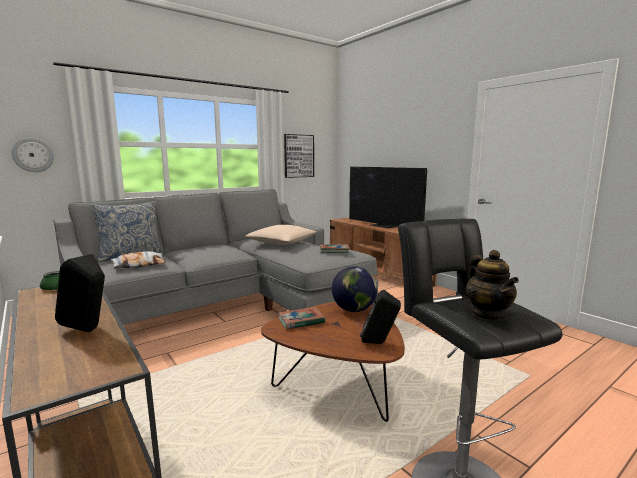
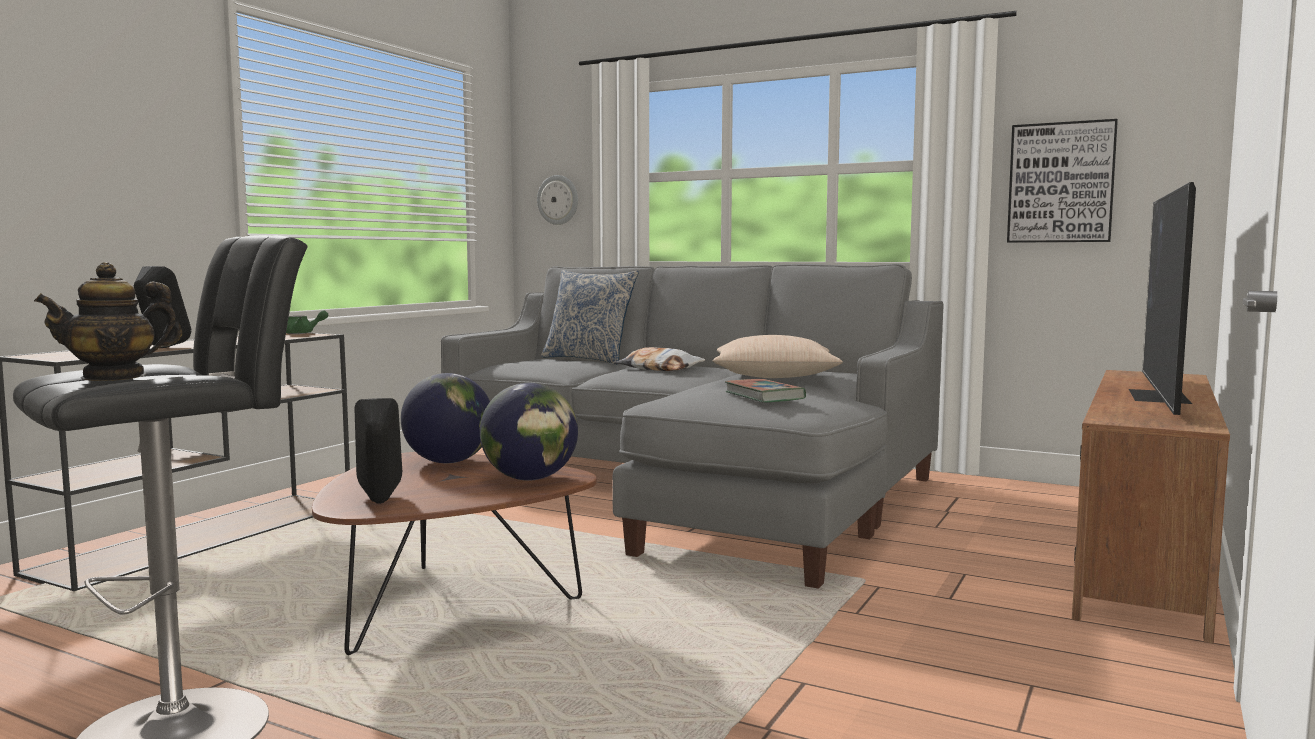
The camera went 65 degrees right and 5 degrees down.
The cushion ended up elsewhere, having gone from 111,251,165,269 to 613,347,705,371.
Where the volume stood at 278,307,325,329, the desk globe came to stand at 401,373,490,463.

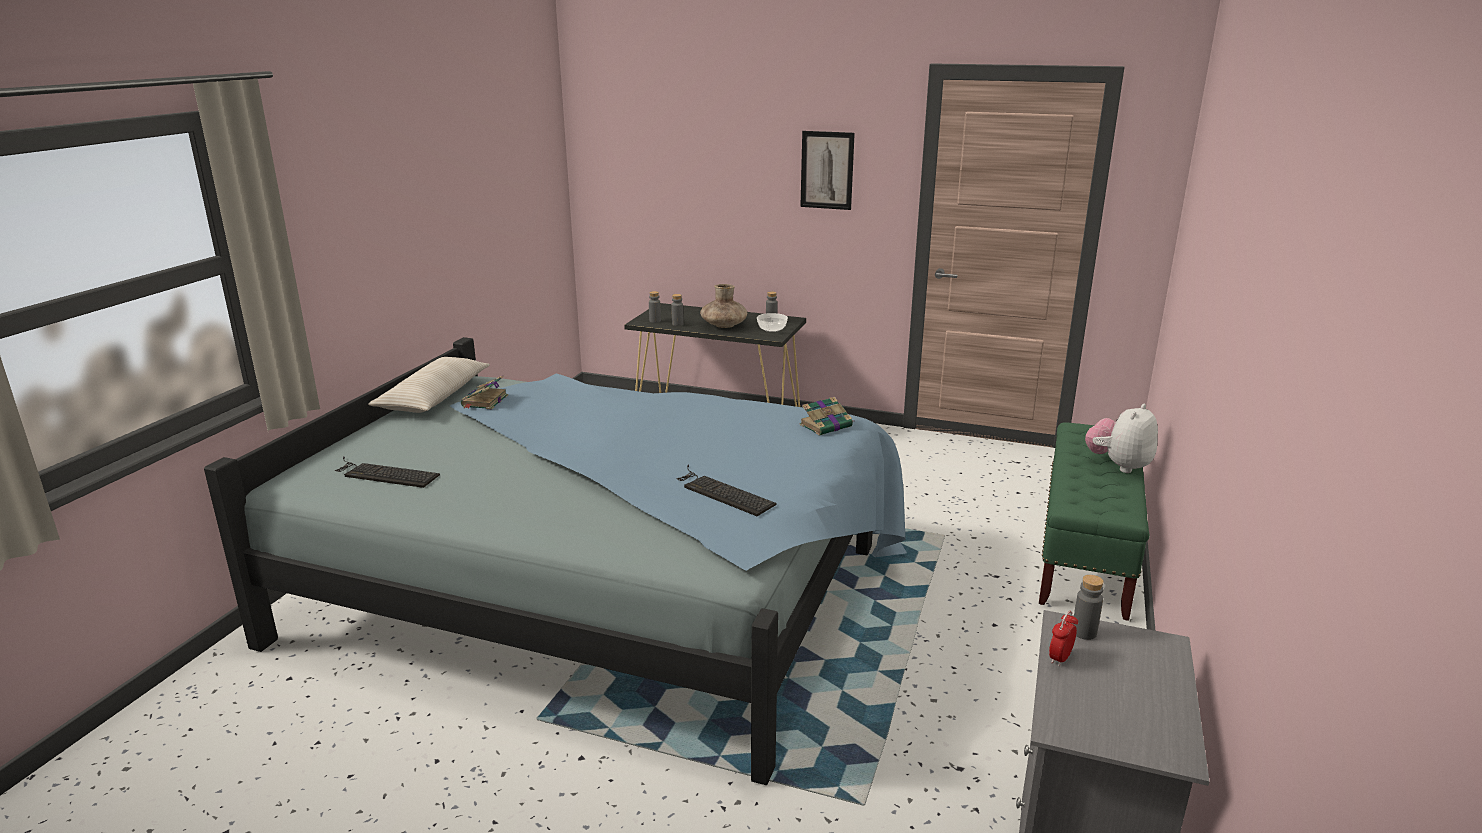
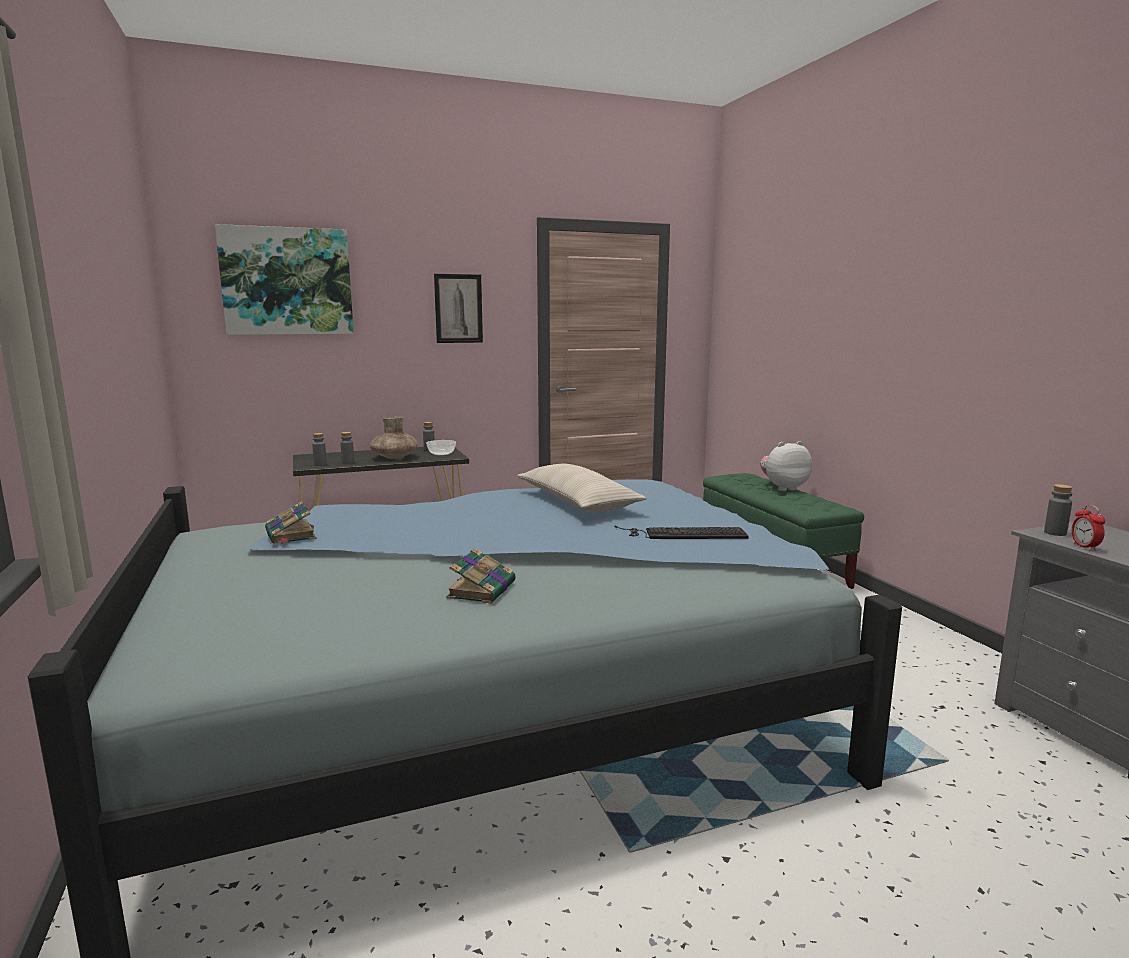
The camera went 40 degrees left and 10 degrees down.
The second view lost the keyboard at 335,456,440,488.
The cushion in beige ended up elsewhere, having gone from 368,357,490,413 to 517,464,647,512.
The volume ended up elsewhere, having gone from 800,397,853,436 to 446,548,516,604.
The soft toy at 1085,404,1158,473 ended up facing another way, 75 degrees clockwise from before.
The second view gained the wall picture at 215,224,354,335.

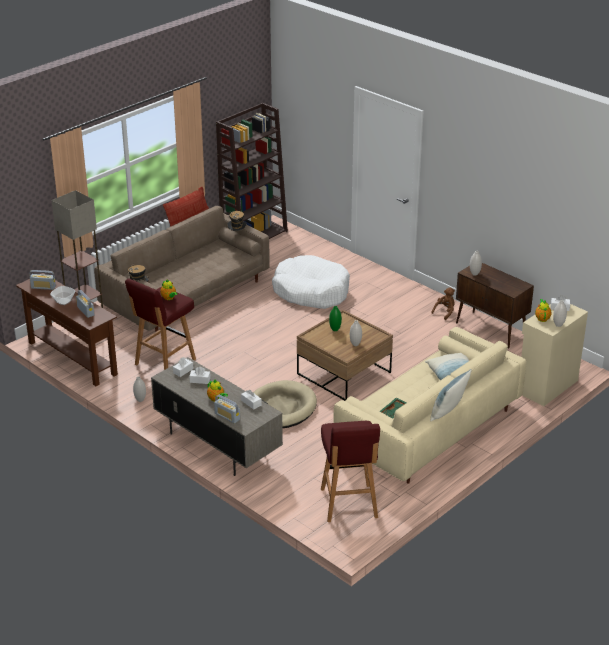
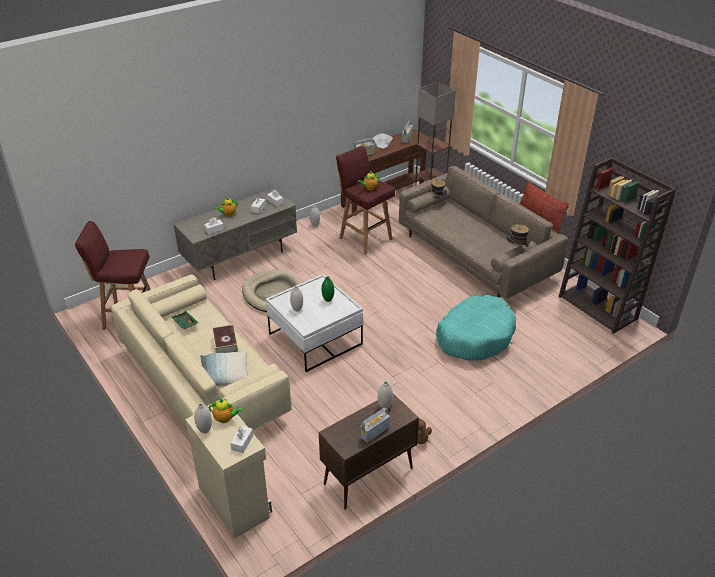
The camera went 100 degrees right and 5 degrees up.
The radio set ended up elsewhere, having gone from 214,395,240,424 to 360,408,390,443.
What was the pet bed in white at 272,255,350,309 turned into the pet bed in blue-green at 436,295,516,361.
What was the lounge table in brown-coloured at 297,310,393,401 turned into the lounge table in white at 266,274,363,372.
The second view lost the cushion at 430,369,472,421.
The second view gained the volume at 212,324,238,353.

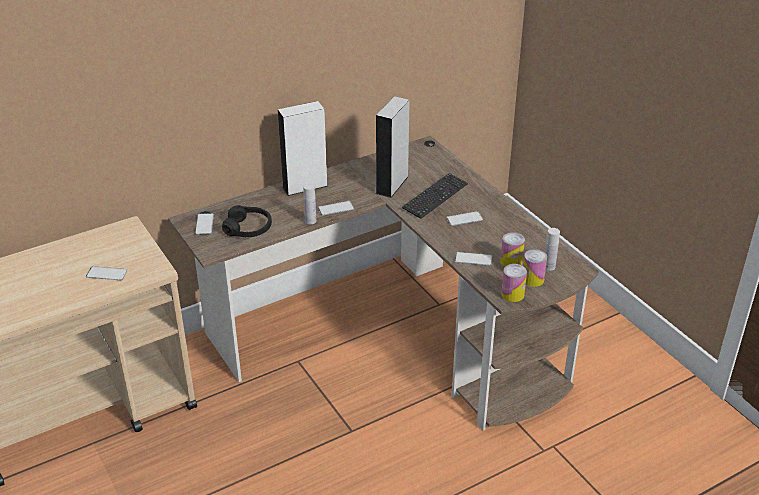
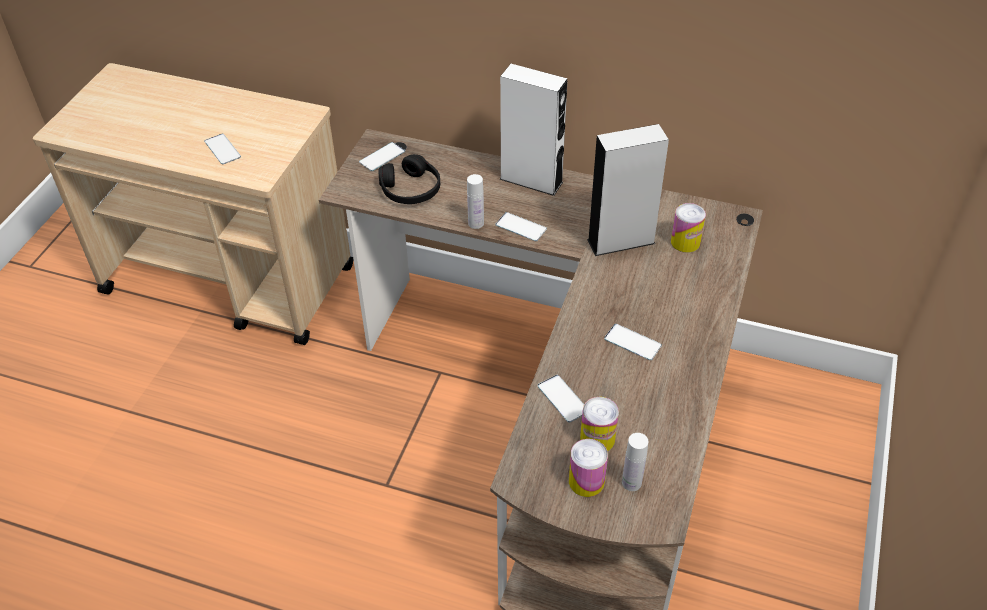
The camera went 50 degrees right and 10 degrees up.
The second view lost the keyboard at 402,173,468,219.
The can ended up elsewhere, having gone from 501,264,527,302 to 671,203,706,253.

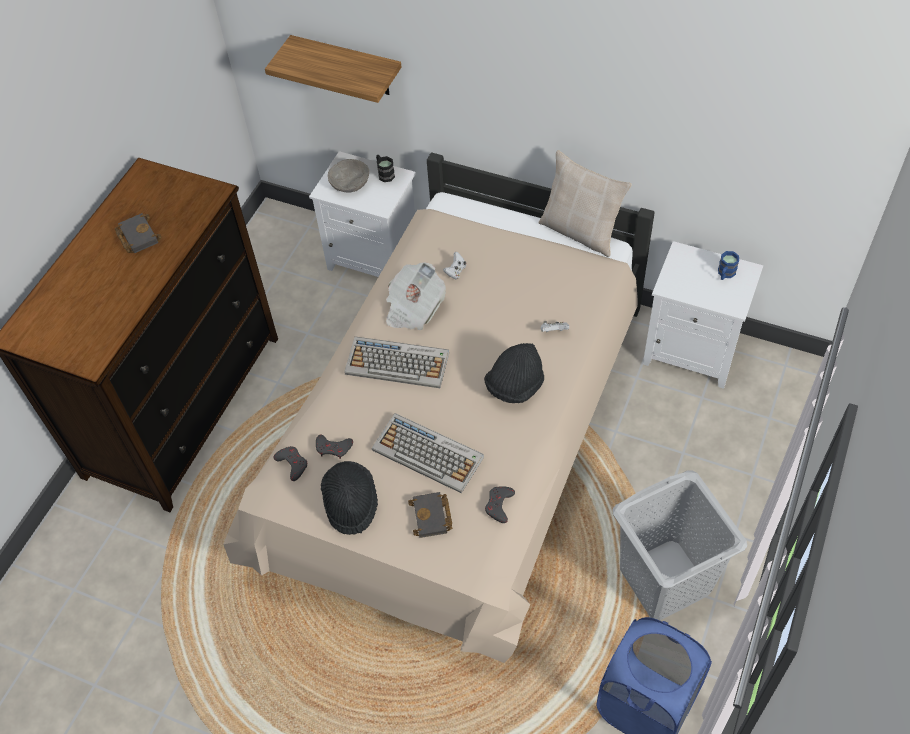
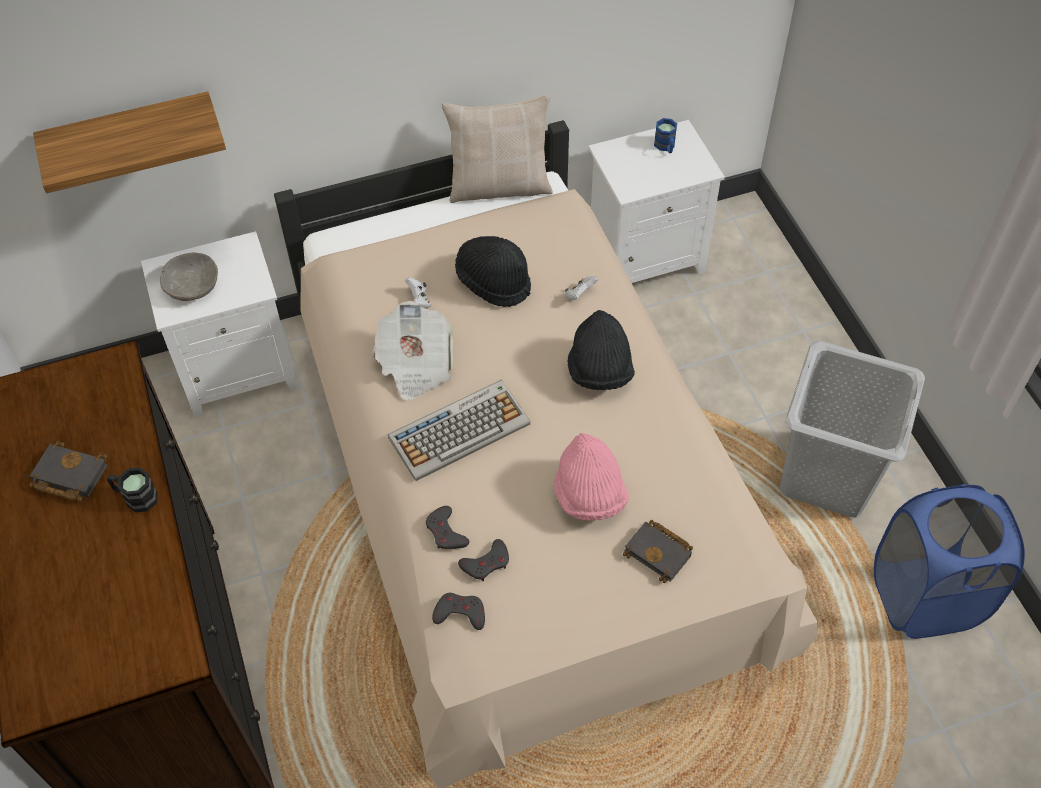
The camera went 45 degrees left and 0 degrees up.
The hat in blackish ended up elsewhere, having gone from 321,461,378,535 to 455,236,531,307.
Where the keyboard stood at 372,413,484,493, the hat in pinkish came to stand at 554,433,629,521.
The coffee mug in blackish ended up elsewhere, having gone from 376,155,395,182 to 107,467,158,513.
The joypad in grey ended up elsewhere, having gone from 485,486,515,523 to 426,506,469,549.

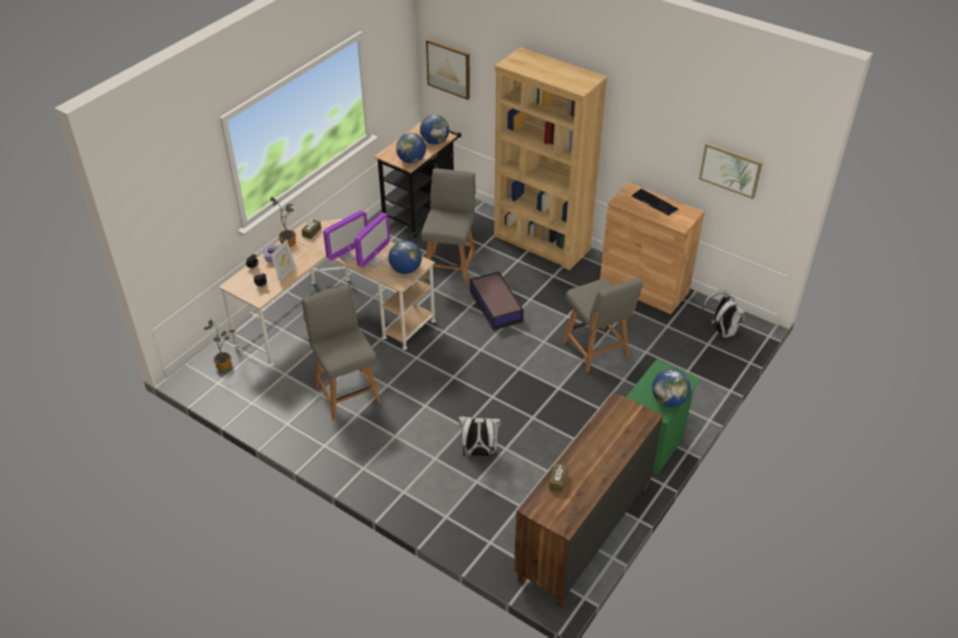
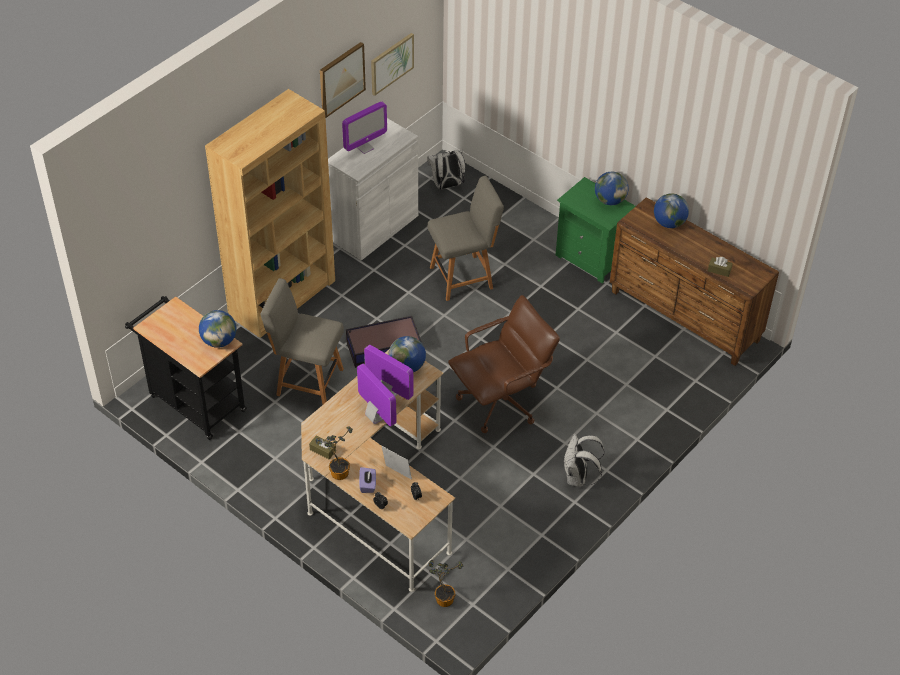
The camera went 85 degrees left and 5 degrees up.
The second view lost the plain chair in grey at 302,284,381,420.
The desk globe ended up elsewhere, having gone from 420,115,449,145 to 654,193,689,228.
The wall picture ended up elsewhere, having gone from 426,39,470,100 to 320,42,366,118.
The knapsack in white ended up elsewhere, having gone from 459,416,501,457 to 564,434,605,487.
What was the cupboard in brown-coloured at 600,183,704,314 turned into the cupboard in white at 328,118,418,261.
Where the keyboard stood at 632,189,678,216, the computer screen came to stand at 342,101,387,154.
The second view gained the desk chair in brown-coloured at 448,295,560,433.

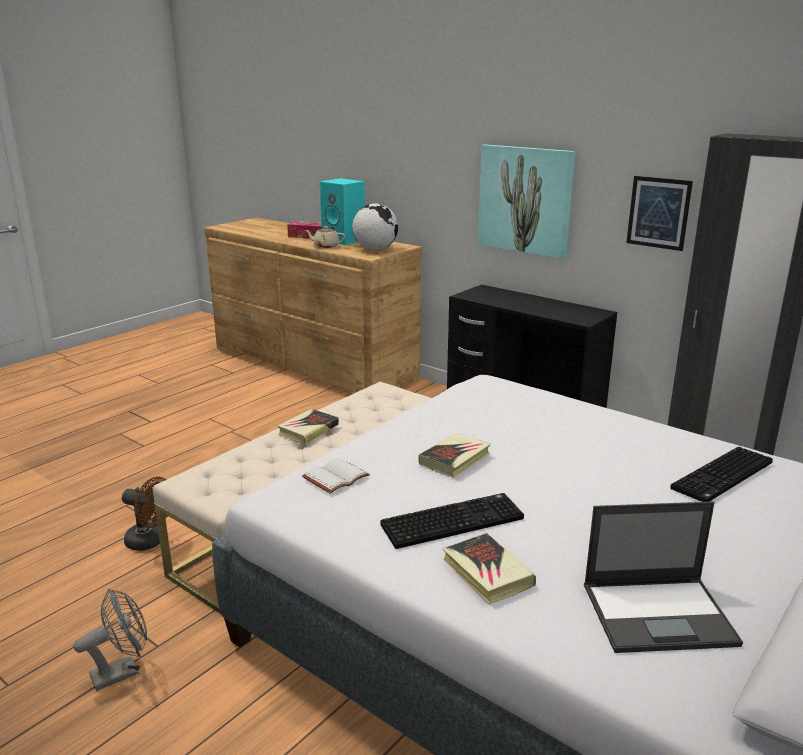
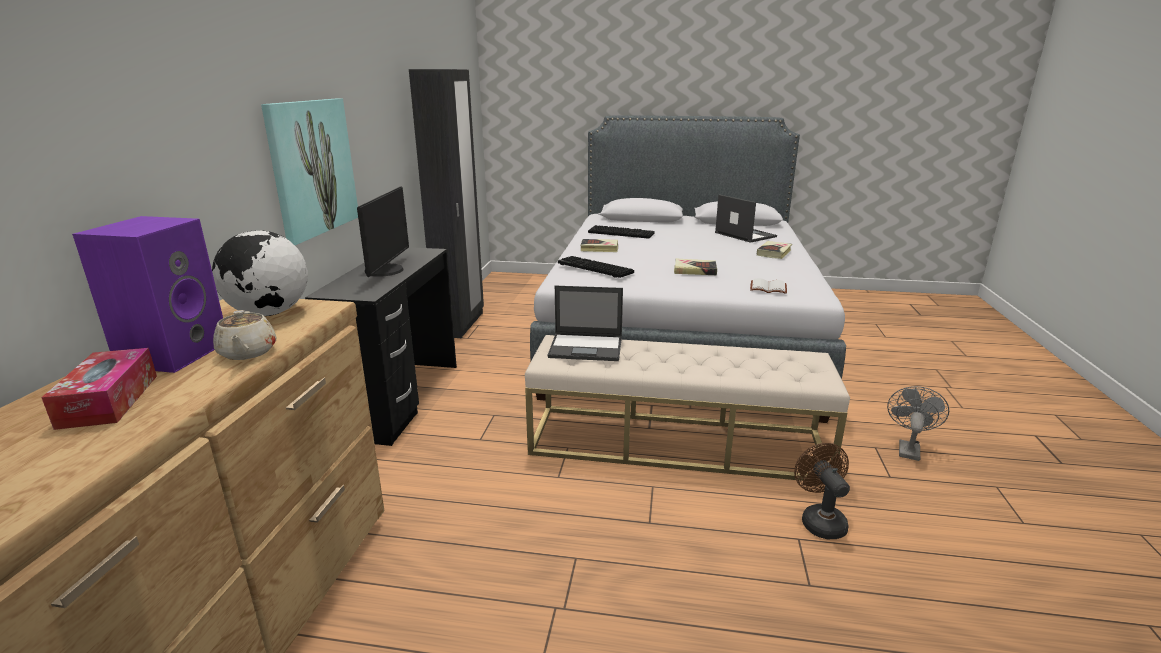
The camera went 120 degrees left and 0 degrees up.
The cooling fan in grey at 73,589,147,691 ended up facing another way, 90 degrees clockwise from before.
The volume ended up elsewhere, having gone from 278,409,339,444 to 581,239,618,252.
What was the speaker in blue-green at 319,178,365,245 turned into the speaker in purplish at 72,216,223,373.
The keyboard ended up elsewhere, having gone from 380,493,524,549 to 558,256,634,278.
The second view lost the wall picture at 626,176,693,251.
The second view gained the computer screen at 357,186,409,277.
The second view gained the notebook computer at 548,286,623,361.

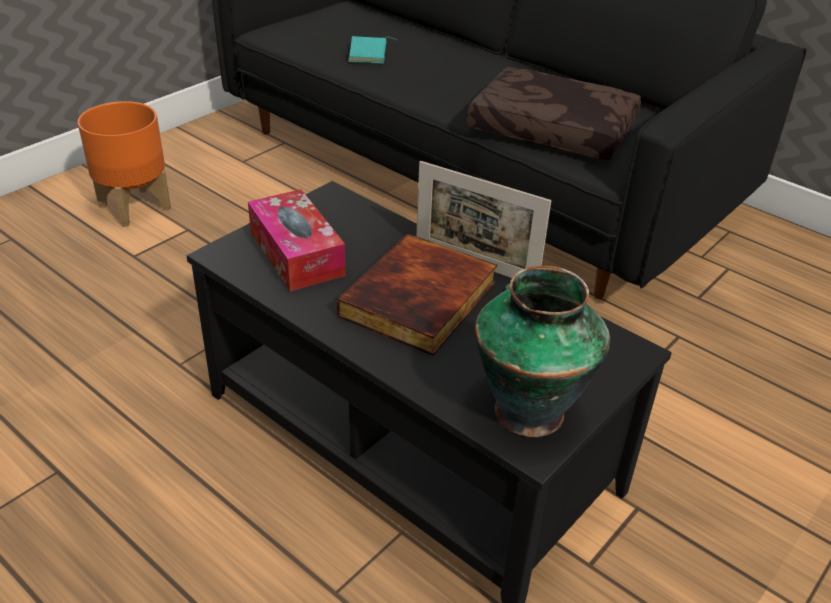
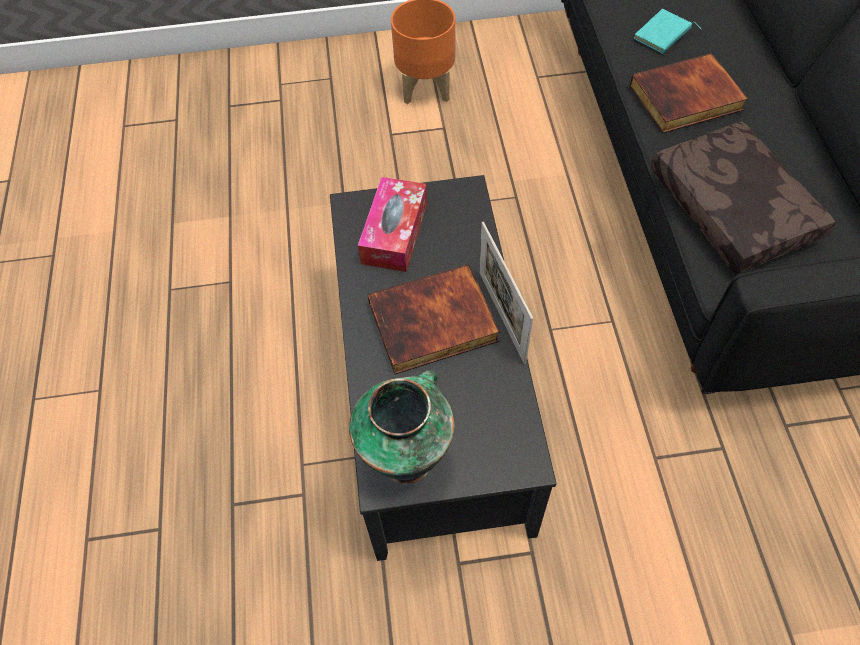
The camera went 45 degrees right and 20 degrees up.
The second view gained the volume at 630,53,748,133.

